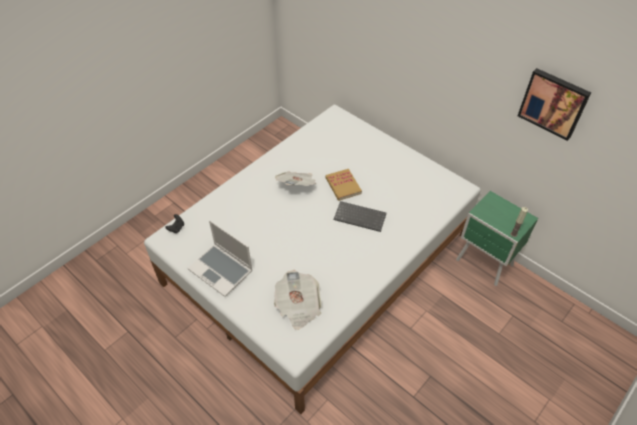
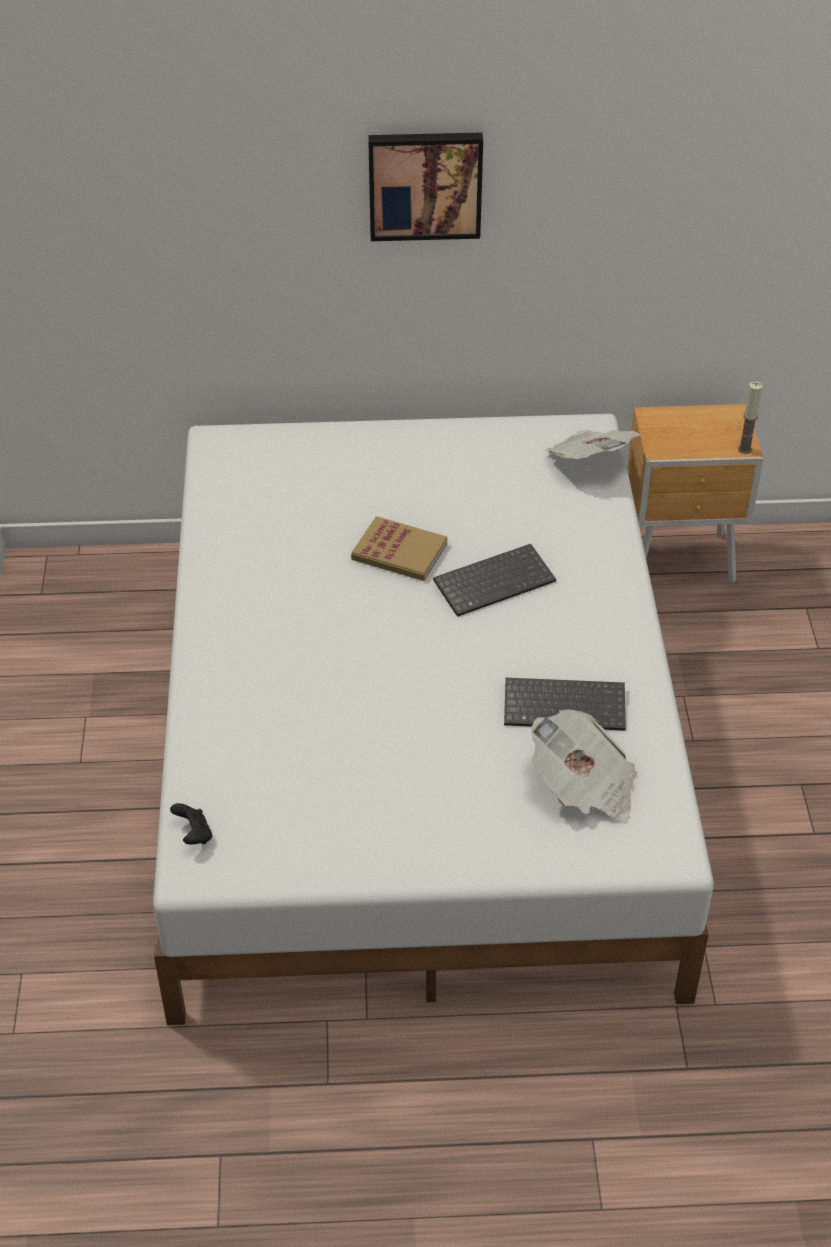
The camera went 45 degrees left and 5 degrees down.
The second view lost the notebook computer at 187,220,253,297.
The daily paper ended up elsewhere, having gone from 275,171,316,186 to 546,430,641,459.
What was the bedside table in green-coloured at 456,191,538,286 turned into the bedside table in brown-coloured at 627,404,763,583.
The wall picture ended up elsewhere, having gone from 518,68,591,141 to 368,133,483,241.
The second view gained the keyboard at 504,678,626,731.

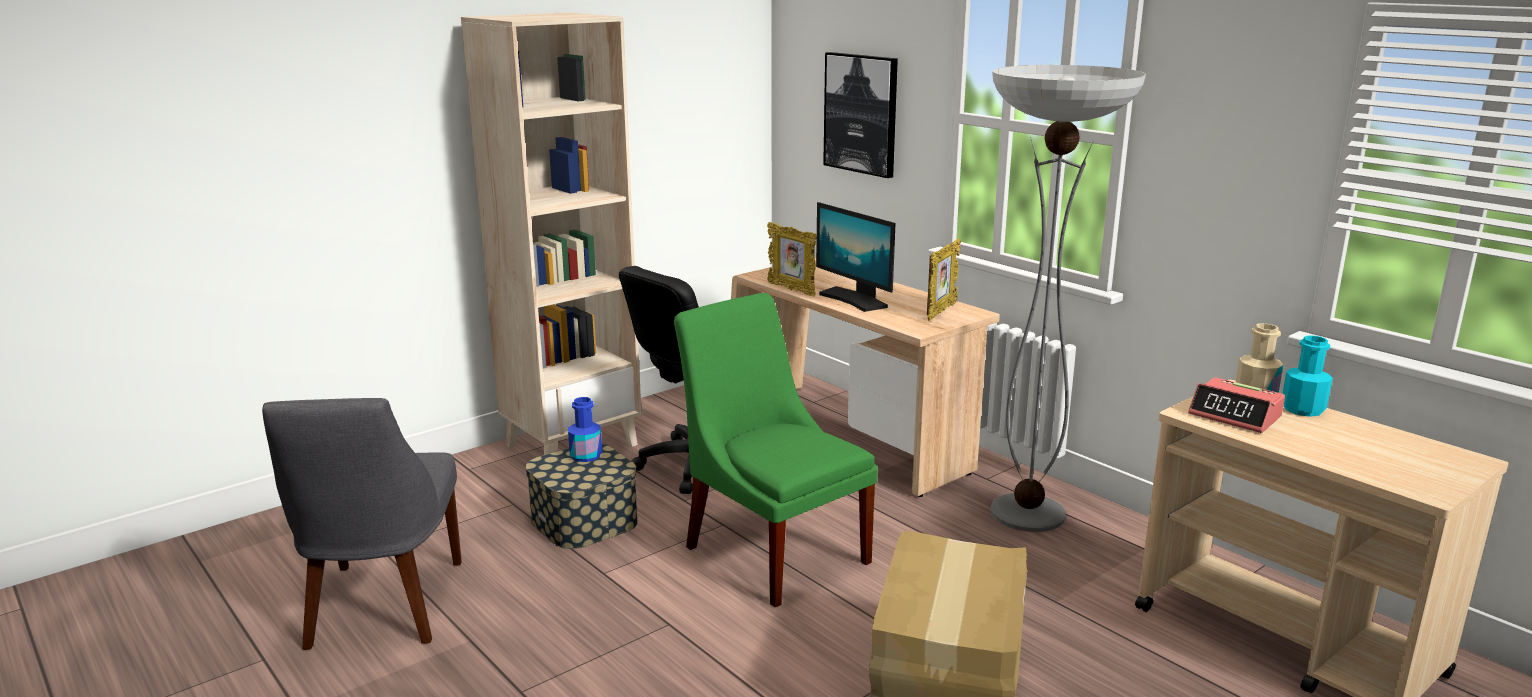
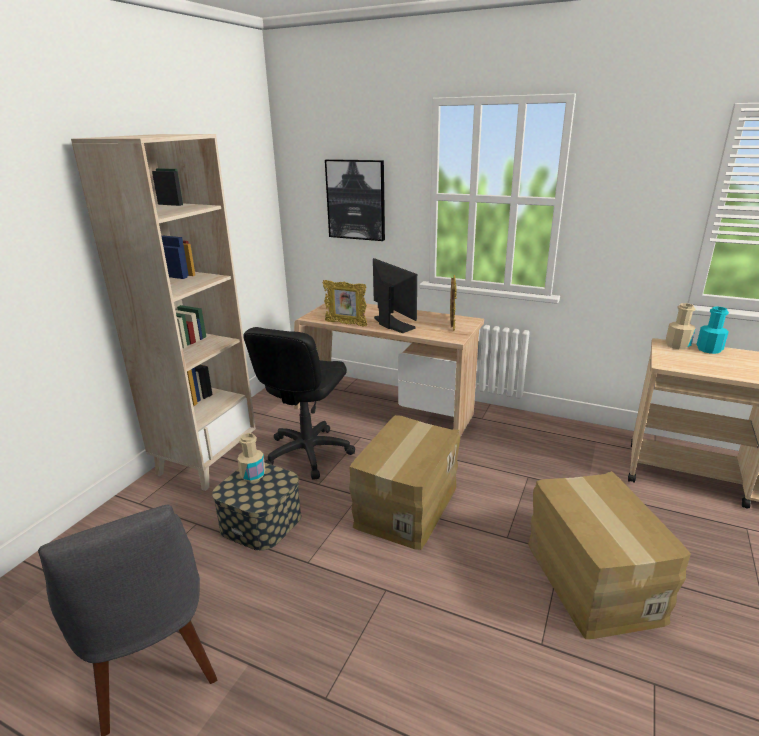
The camera went 25 degrees left and 5 degrees up.
What was the bottle in bluish at 568,397,602,462 turned into the bottle in beige at 237,433,265,482.
Where the plain chair in green-coloured stood at 674,293,878,607, the packing box came to stand at 349,415,460,550.
The computer screen at 816,202,895,312 ended up facing another way, 150 degrees counterclockwise from before.
The second view lost the standing lamp at 991,65,1146,532.
The second view lost the bedside clock at 1188,377,1285,433.

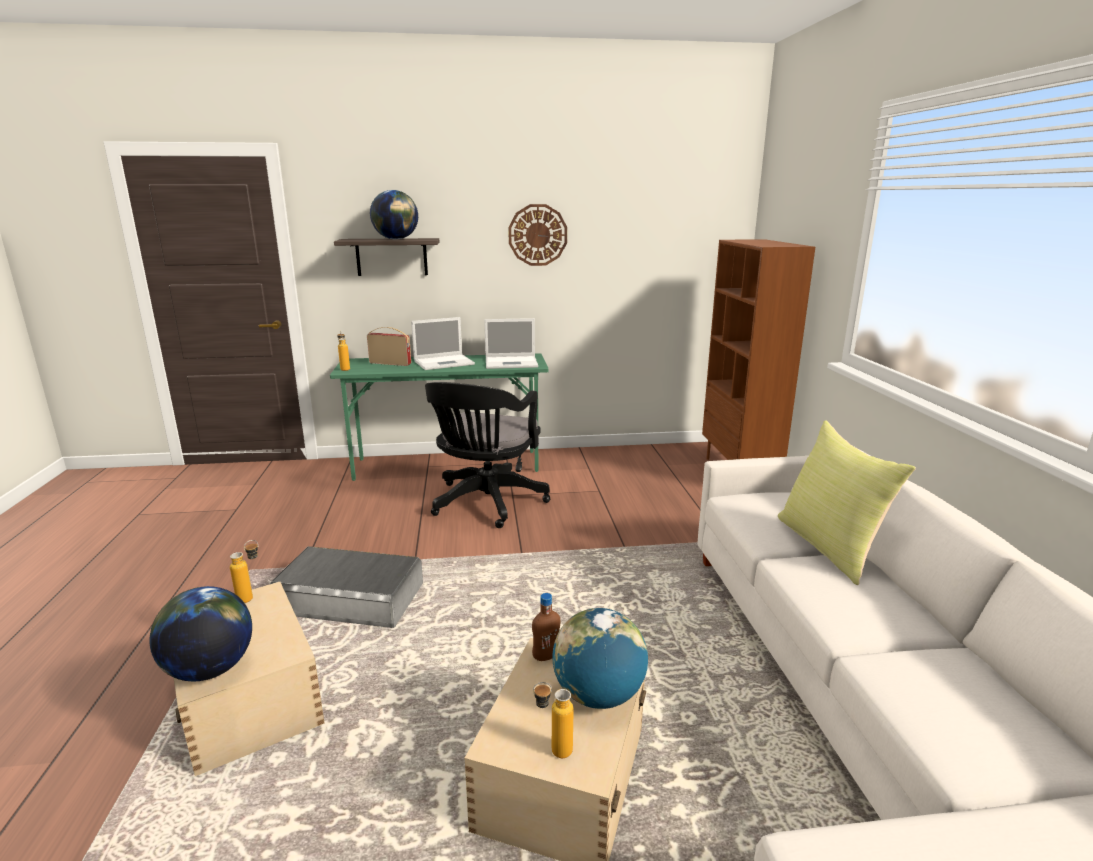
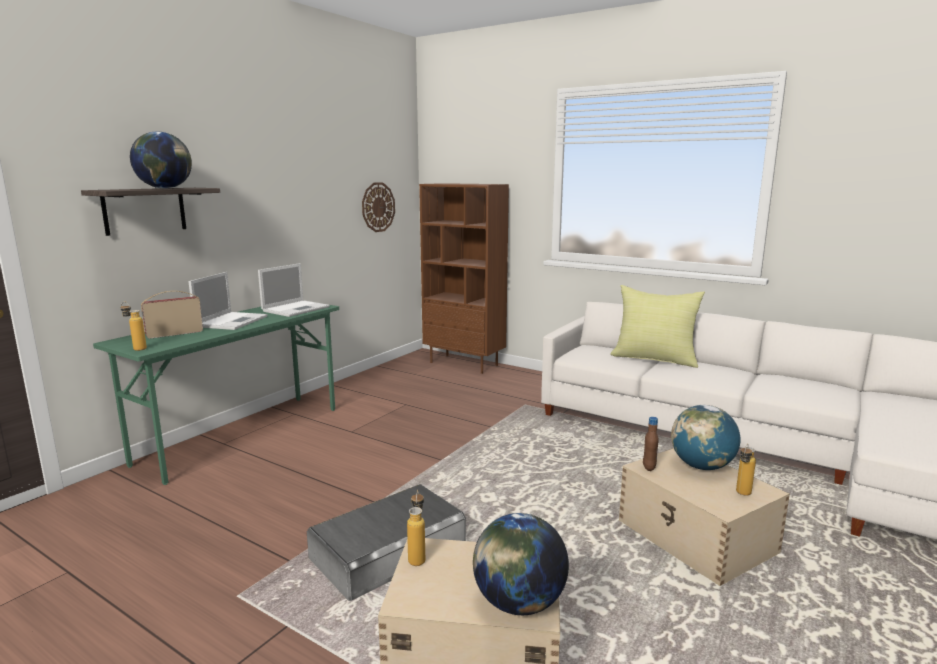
The camera went 50 degrees left and 5 degrees down.
The second view lost the desk chair in blackish at 425,382,550,528.
The hanging clock ended up elsewhere, having gone from 508,204,567,266 to 362,182,395,232.

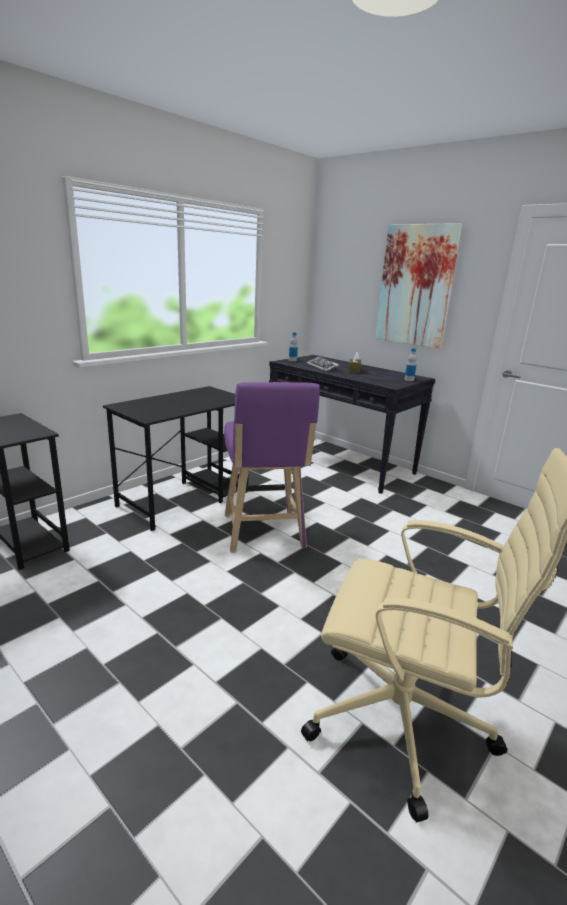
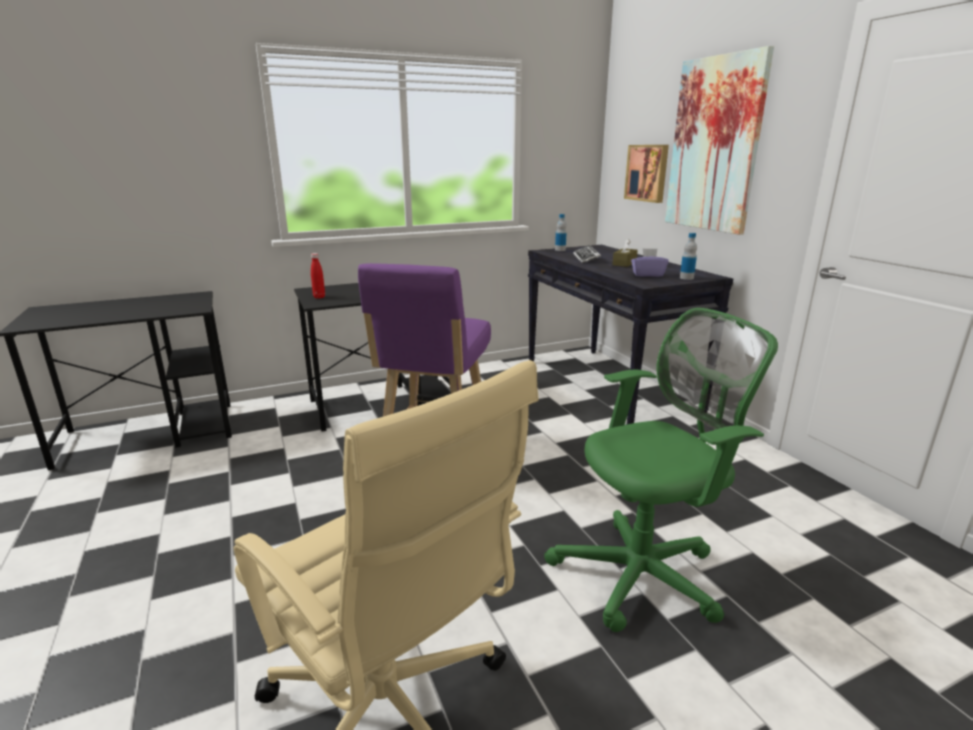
The camera went 25 degrees right and 0 degrees up.
The second view gained the bottle in red at 311,253,325,299.
The second view gained the desk chair in green-coloured at 544,308,778,632.
The second view gained the wall picture at 624,145,669,203.
The second view gained the tissue box in purplish at 631,248,669,277.

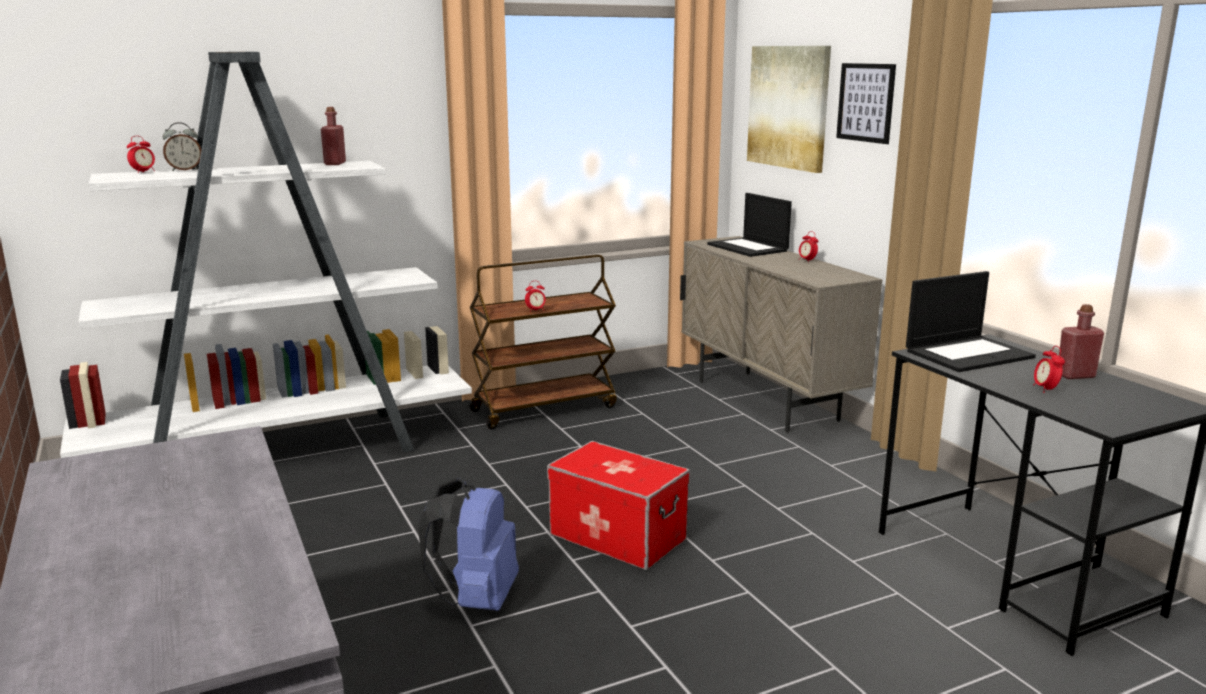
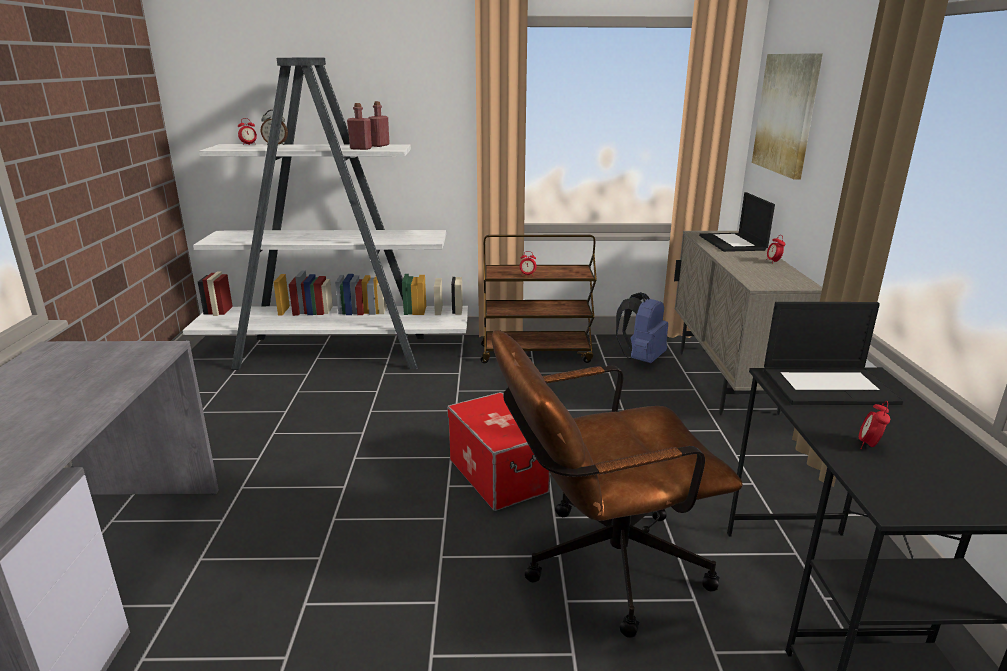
The camera went 25 degrees right and 5 degrees up.
The knapsack in bluish ended up elsewhere, having gone from 418,478,519,611 to 616,292,668,363.
The second view lost the wall picture at 836,63,896,144.
The bottle in red ended up elsewhere, having gone from 1059,304,1104,379 to 347,103,372,150.
The second view gained the desk chair in brown-coloured at 492,330,743,638.

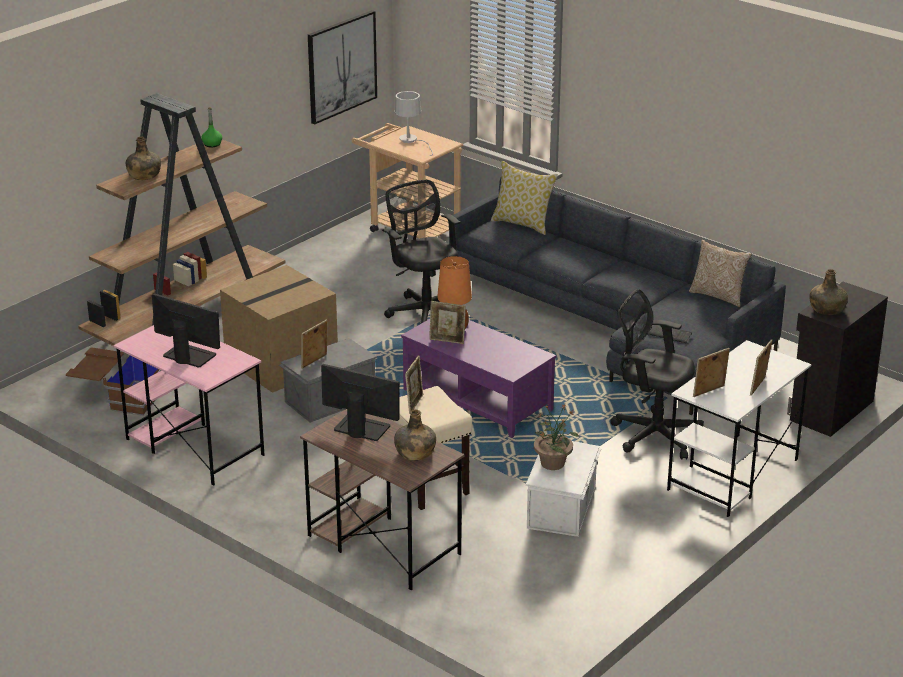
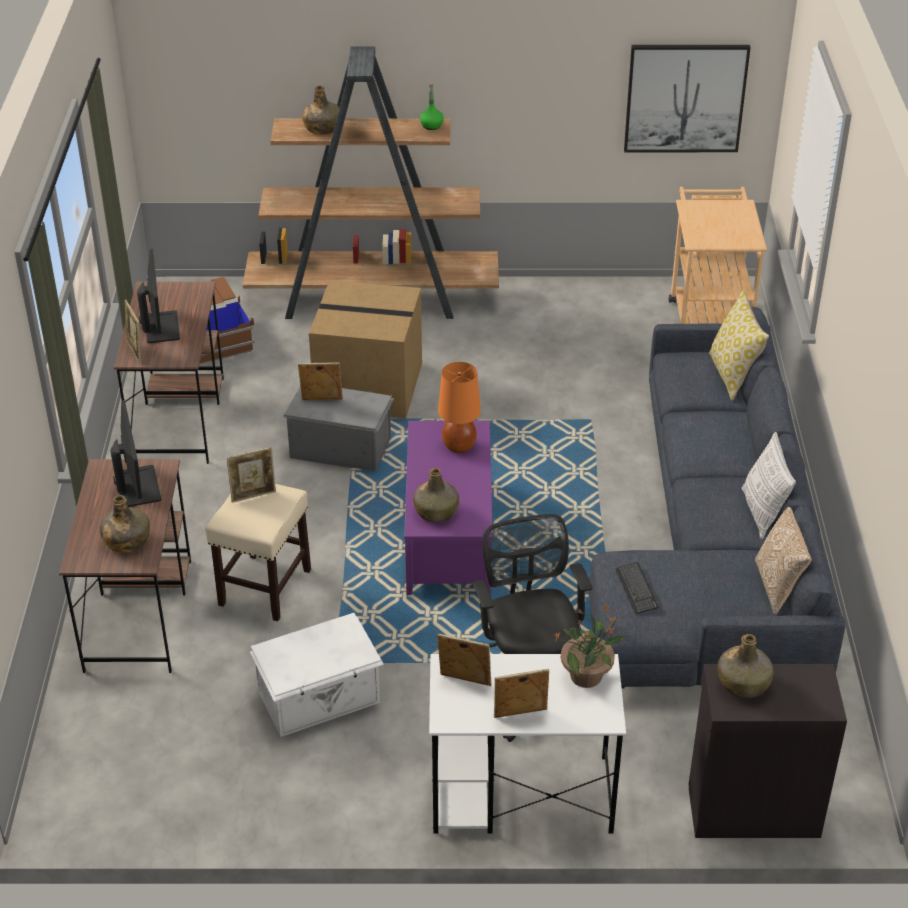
The camera went 50 degrees right and 10 degrees up.
What was the desk unit in pinkish at 113,325,265,486 turned into the desk unit in brown-coloured at 114,282,224,464.
The second view lost the desk chair in blackish at 382,180,461,323.
The second view lost the tabletop lamp in white at 395,91,433,156.
The photo frame ended up elsewhere, having gone from 429,301,466,344 to 124,300,141,364.
The potted plant ended up elsewhere, having gone from 534,405,579,470 to 553,604,627,688.
The second view gained the bottle in green-coloured at 413,468,459,523.
The second view gained the cushion at 742,432,796,540.

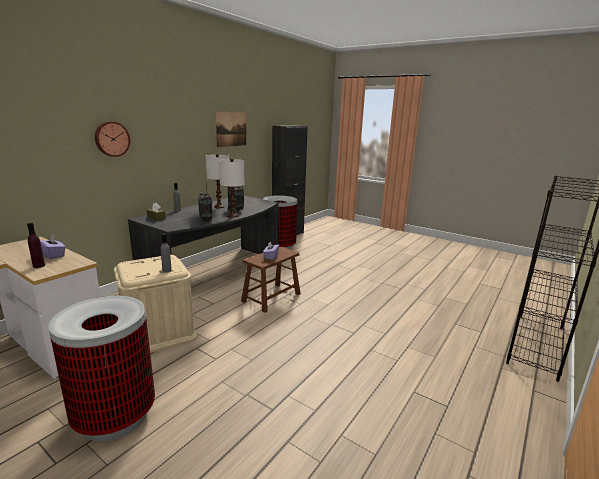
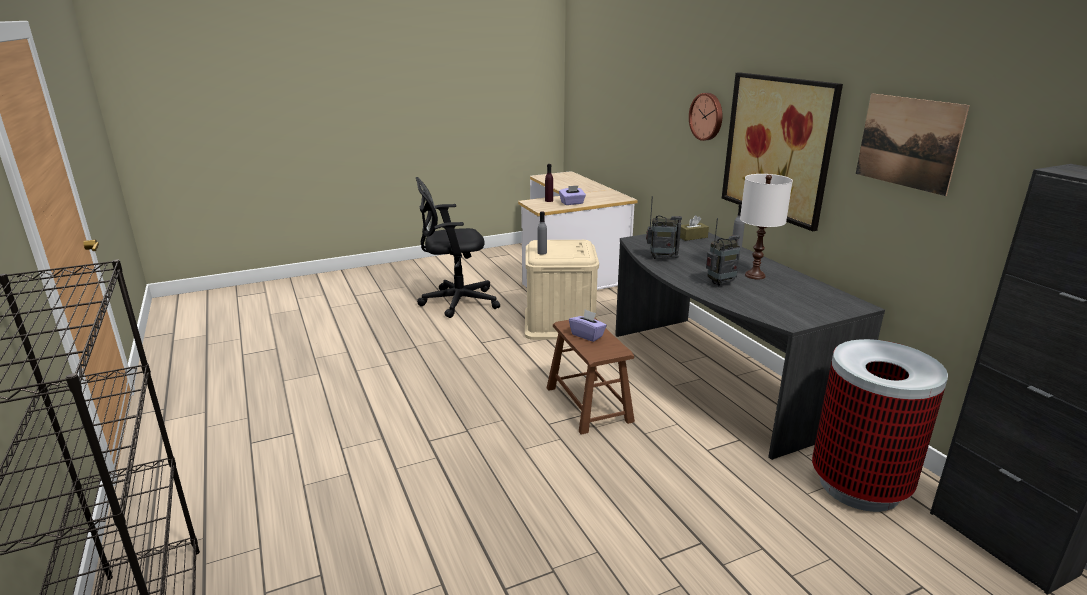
The camera went 120 degrees right and 5 degrees up.
Where the waste bin stood at 48,296,155,442, the desk chair in blackish came to stand at 416,177,500,318.
The second view lost the tabletop lamp in white at 219,158,245,217.
The second view gained the wall picture at 722,72,843,231.

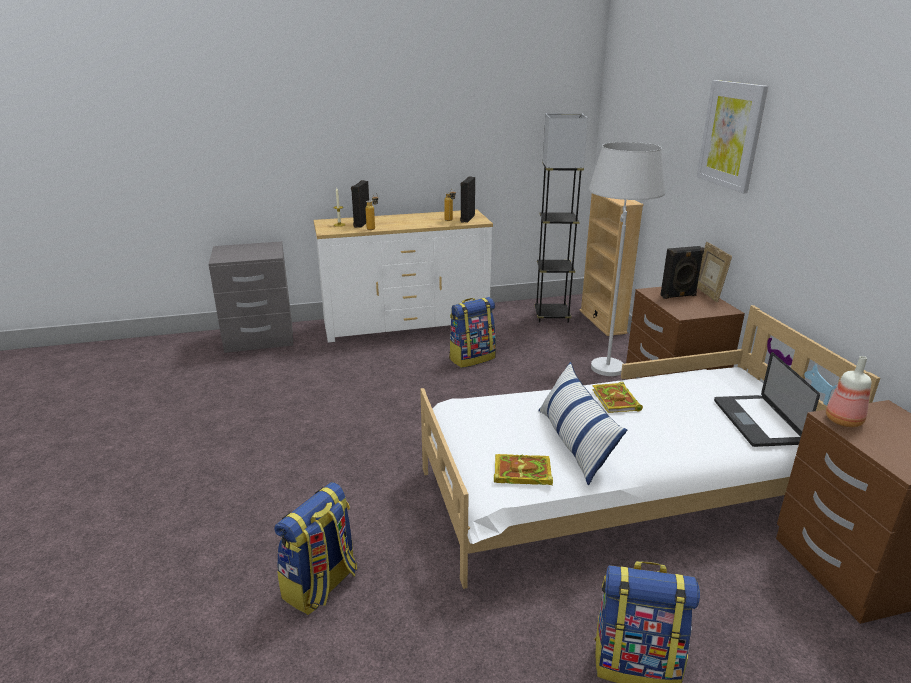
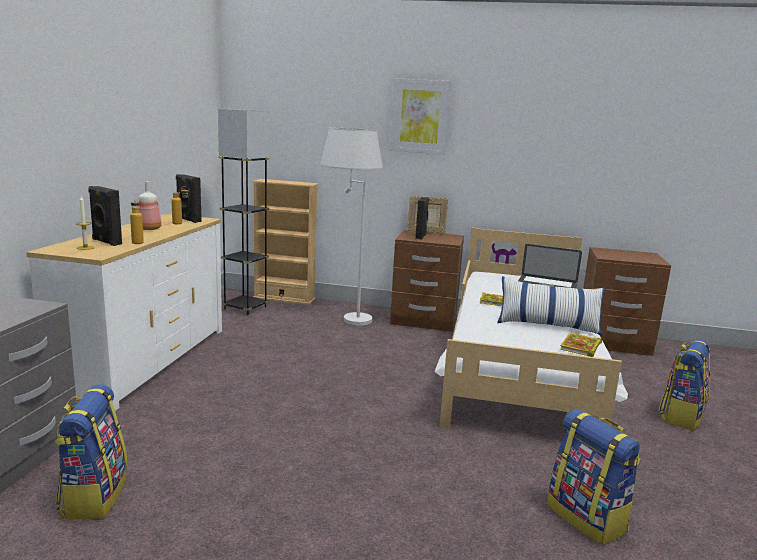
The camera went 65 degrees left and 10 degrees down.
The knapsack ended up elsewhere, having gone from 449,297,496,368 to 55,384,128,519.
The bottle ended up elsewhere, having gone from 826,356,871,427 to 139,181,162,230.

